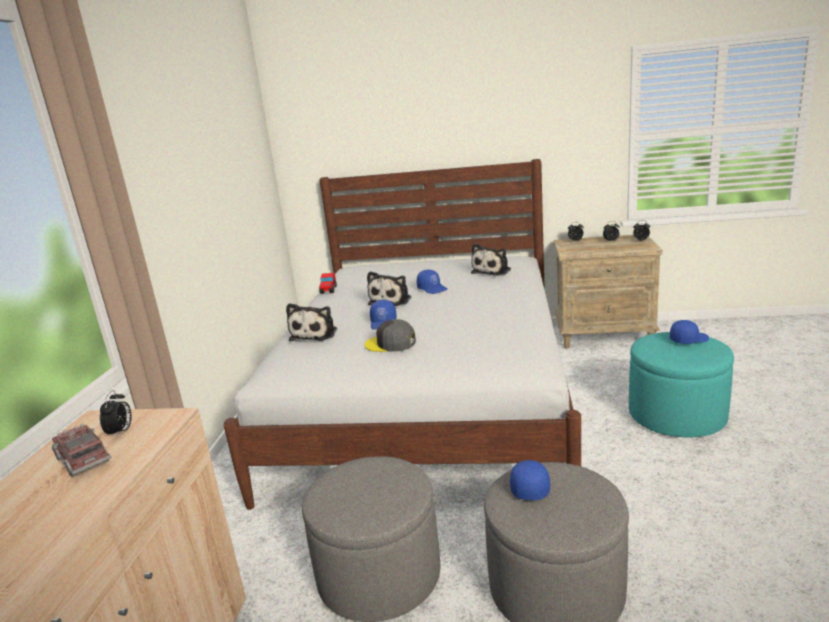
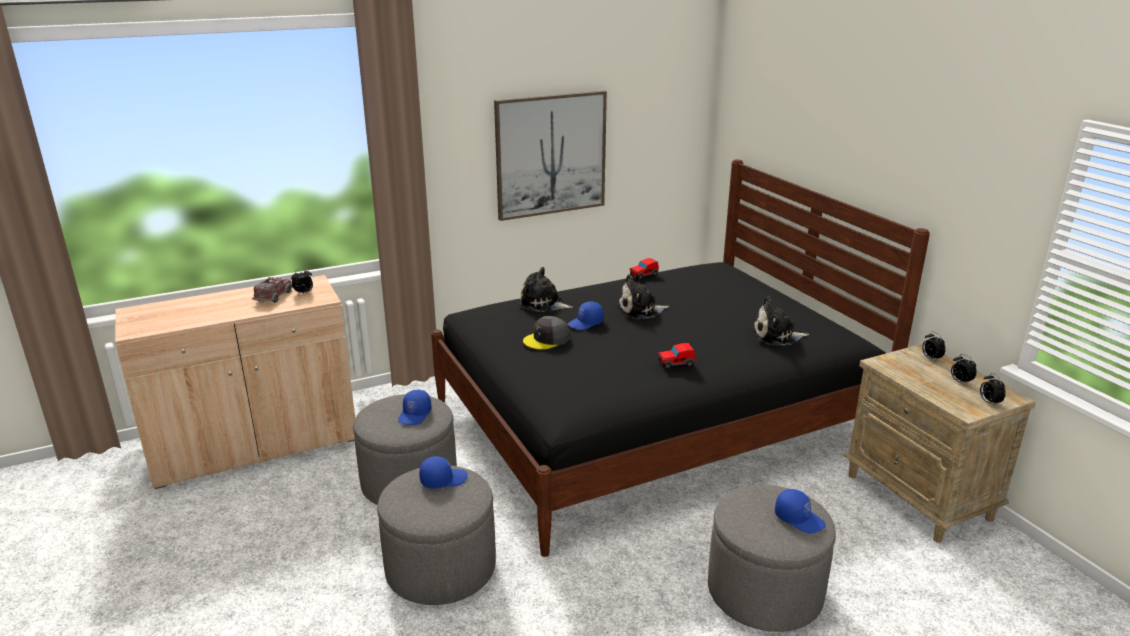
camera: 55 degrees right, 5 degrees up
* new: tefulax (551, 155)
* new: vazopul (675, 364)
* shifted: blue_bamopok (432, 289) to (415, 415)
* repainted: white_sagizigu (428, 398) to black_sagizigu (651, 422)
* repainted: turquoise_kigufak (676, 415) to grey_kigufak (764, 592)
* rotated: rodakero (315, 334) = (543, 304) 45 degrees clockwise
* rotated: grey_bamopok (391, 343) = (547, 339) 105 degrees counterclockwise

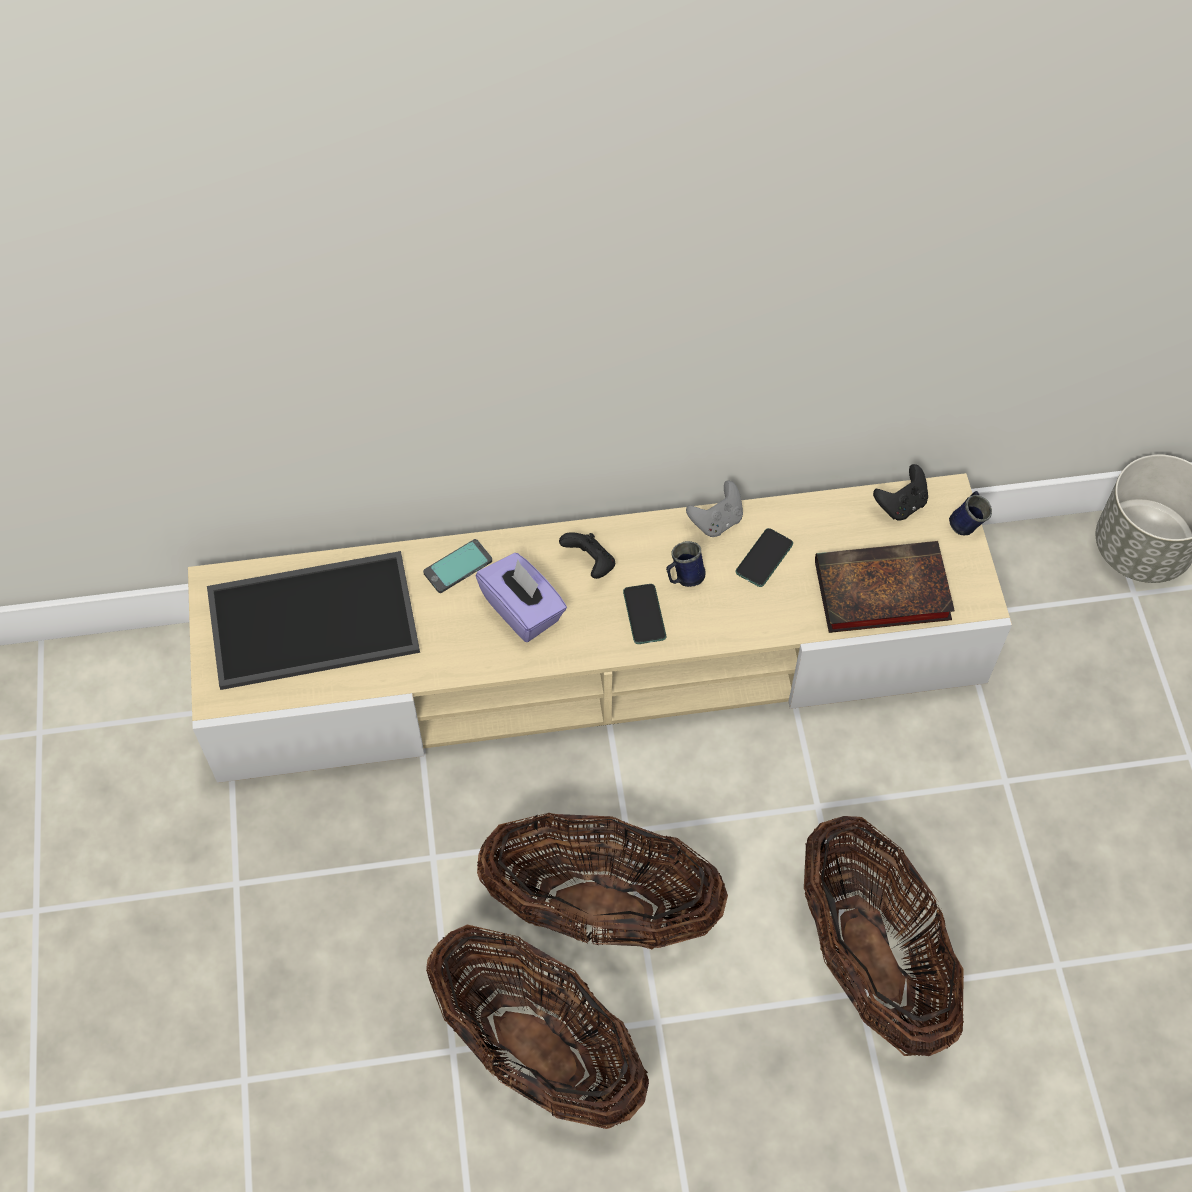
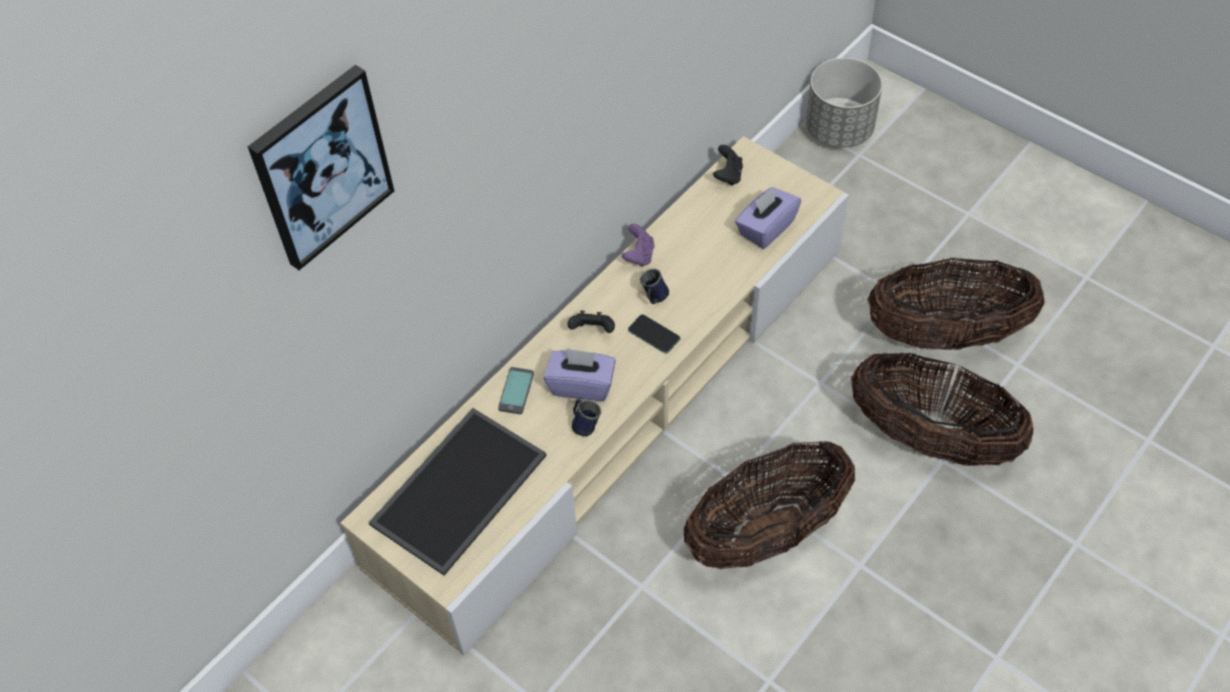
camera: 40 degrees left, 5 degrees down
* gone: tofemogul (764, 558)
* new: tefulax (321, 167)
* shifted: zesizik (538, 1049) to (945, 334)
* shifted: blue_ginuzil (966, 523) to (584, 424)
* swapped: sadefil (878, 592) to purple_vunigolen (766, 228)
* repainted: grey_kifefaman (716, 521) to purple_kifefaman (639, 255)

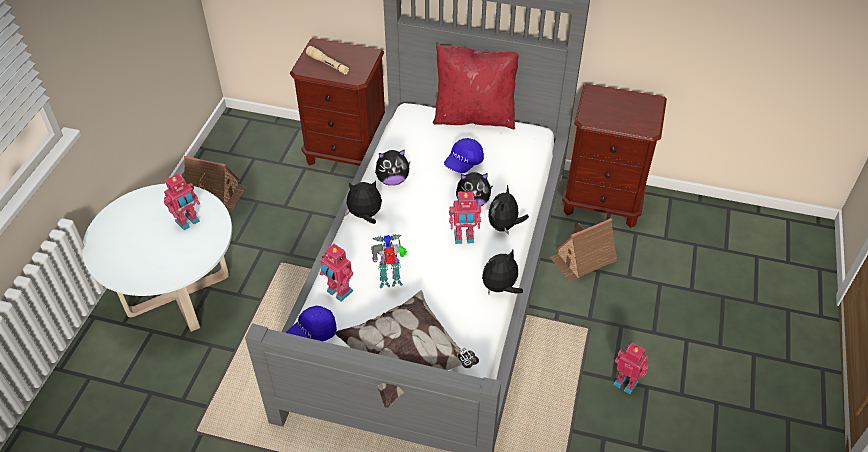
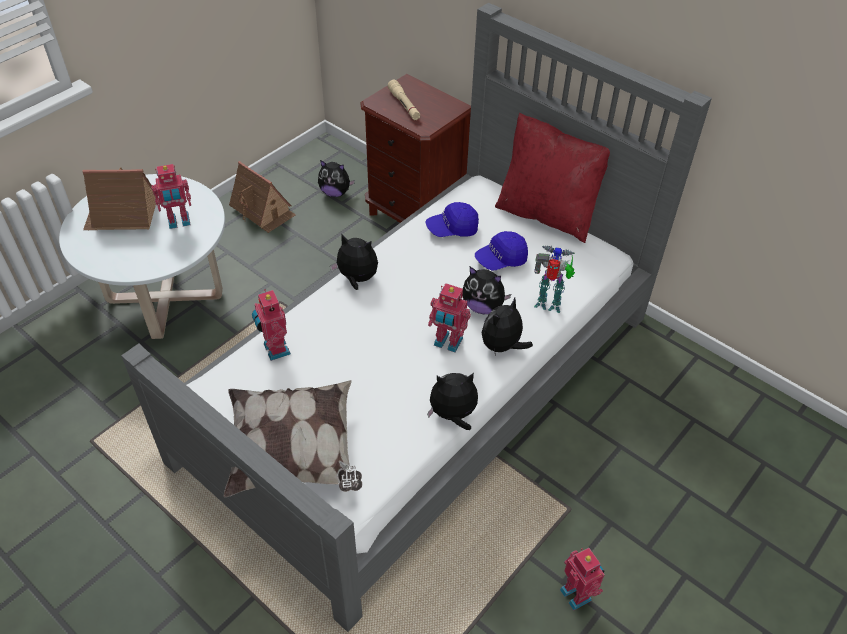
camera: 25 degrees right, 0 degrees up
* gone: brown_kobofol (602, 202)
* shifted: blue_bamopok (312, 334) to (452, 229)
* shifted: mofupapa (391, 281) to (549, 305)
* shifted: rodakero (392, 180) to (335, 192)
* shifted: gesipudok (582, 259) to (122, 215)

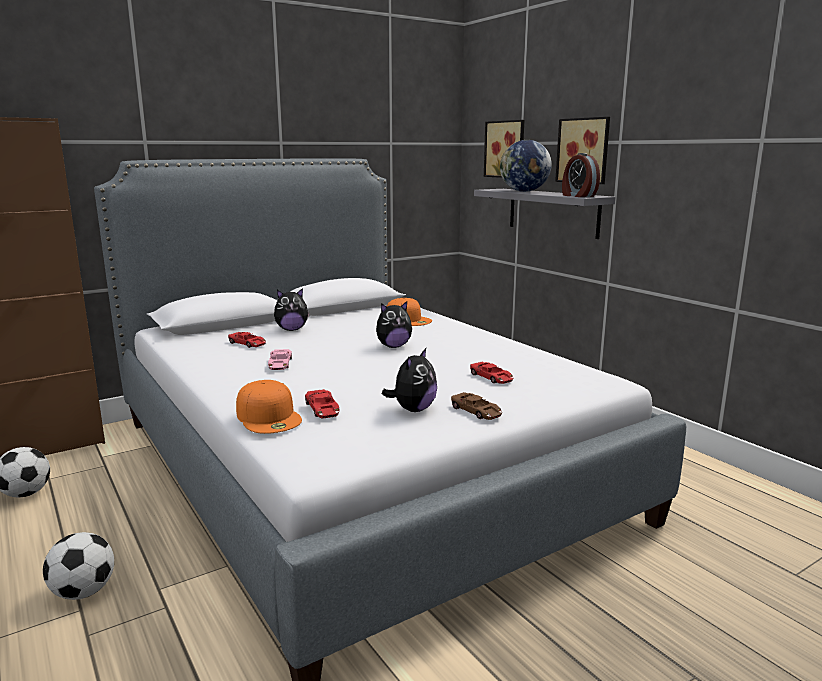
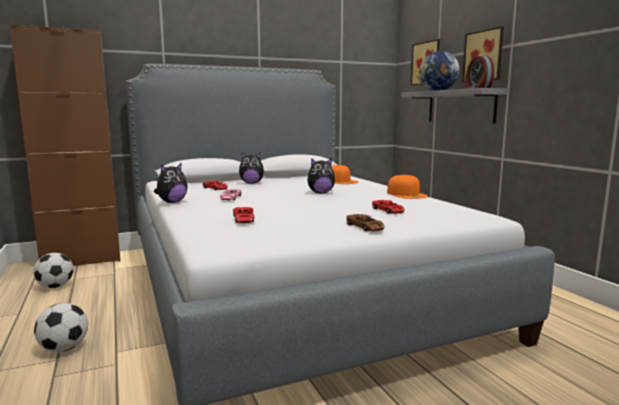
camera: 10 degrees right, 5 degrees down
* shifted: orange_bamopok (269, 417) to (407, 194)
* shifted: rodakero (413, 409) to (172, 202)

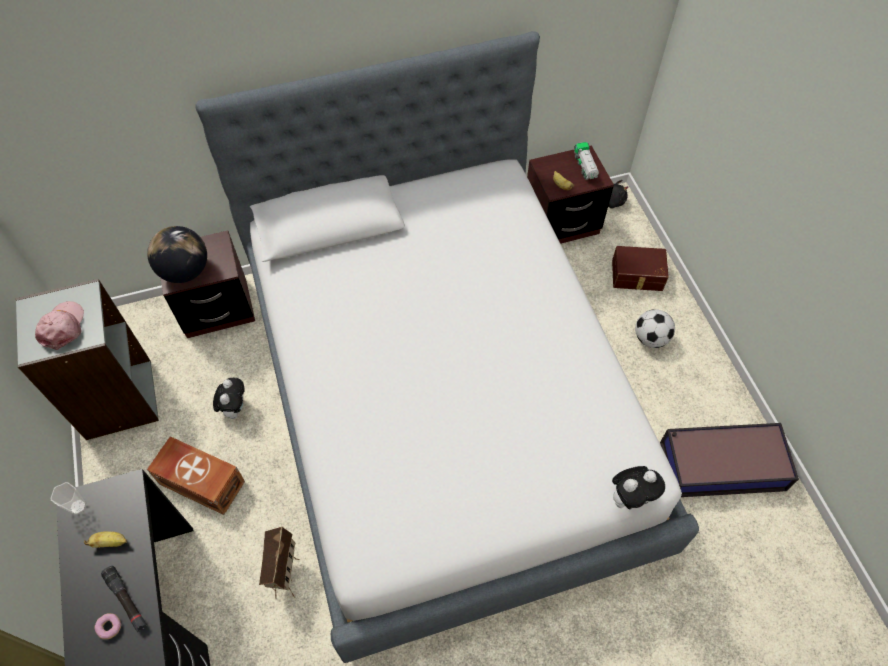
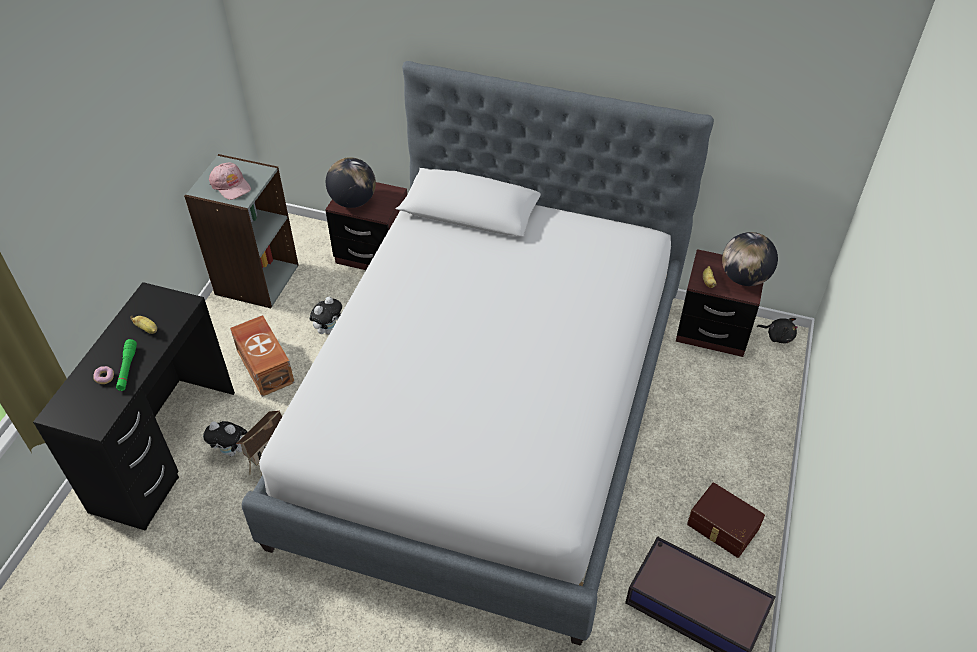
camera: 35 degrees right, 10 degrees down
* gone: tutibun (78, 507)
* gone: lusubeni (650, 338)
* shifted: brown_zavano (637, 276) to (722, 527)
* shifted: rodakero (630, 498) to (232, 451)
* swapped: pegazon (585, 167) to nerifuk (744, 278)
* repainted: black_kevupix (126, 600) to green_kevupix (127, 368)
* rotated: pink_bamopok (63, 327) = (231, 185) 105 degrees clockwise

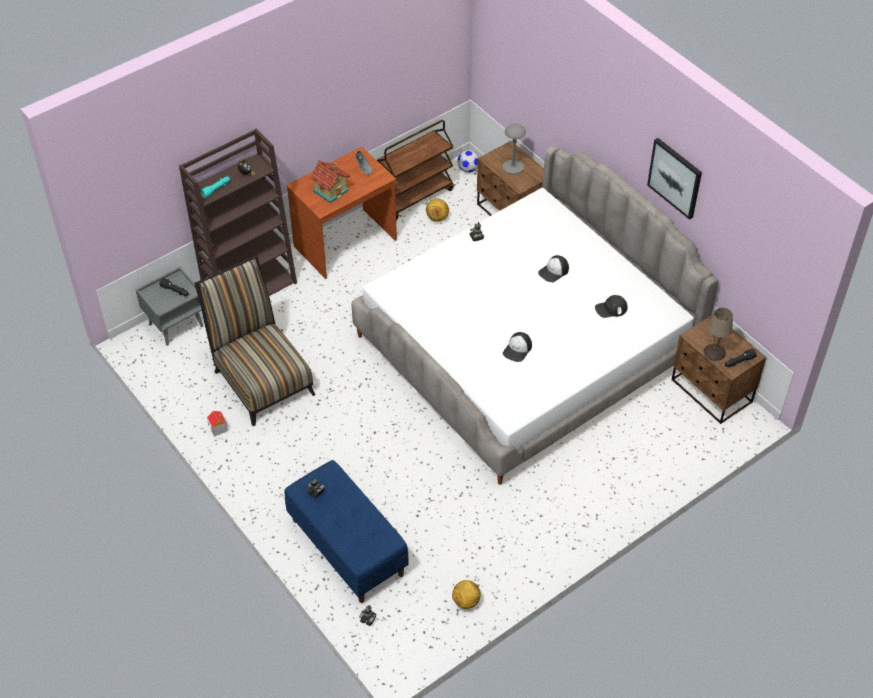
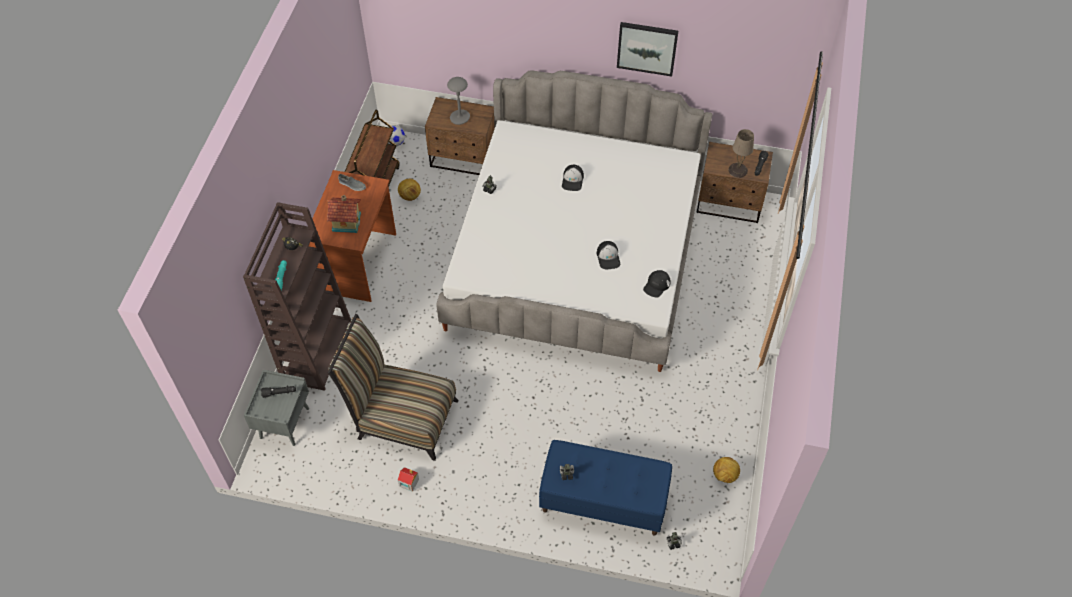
camera: 40 degrees left, 5 degrees up
* shifted: black_bamopok (611, 309) to (656, 285)

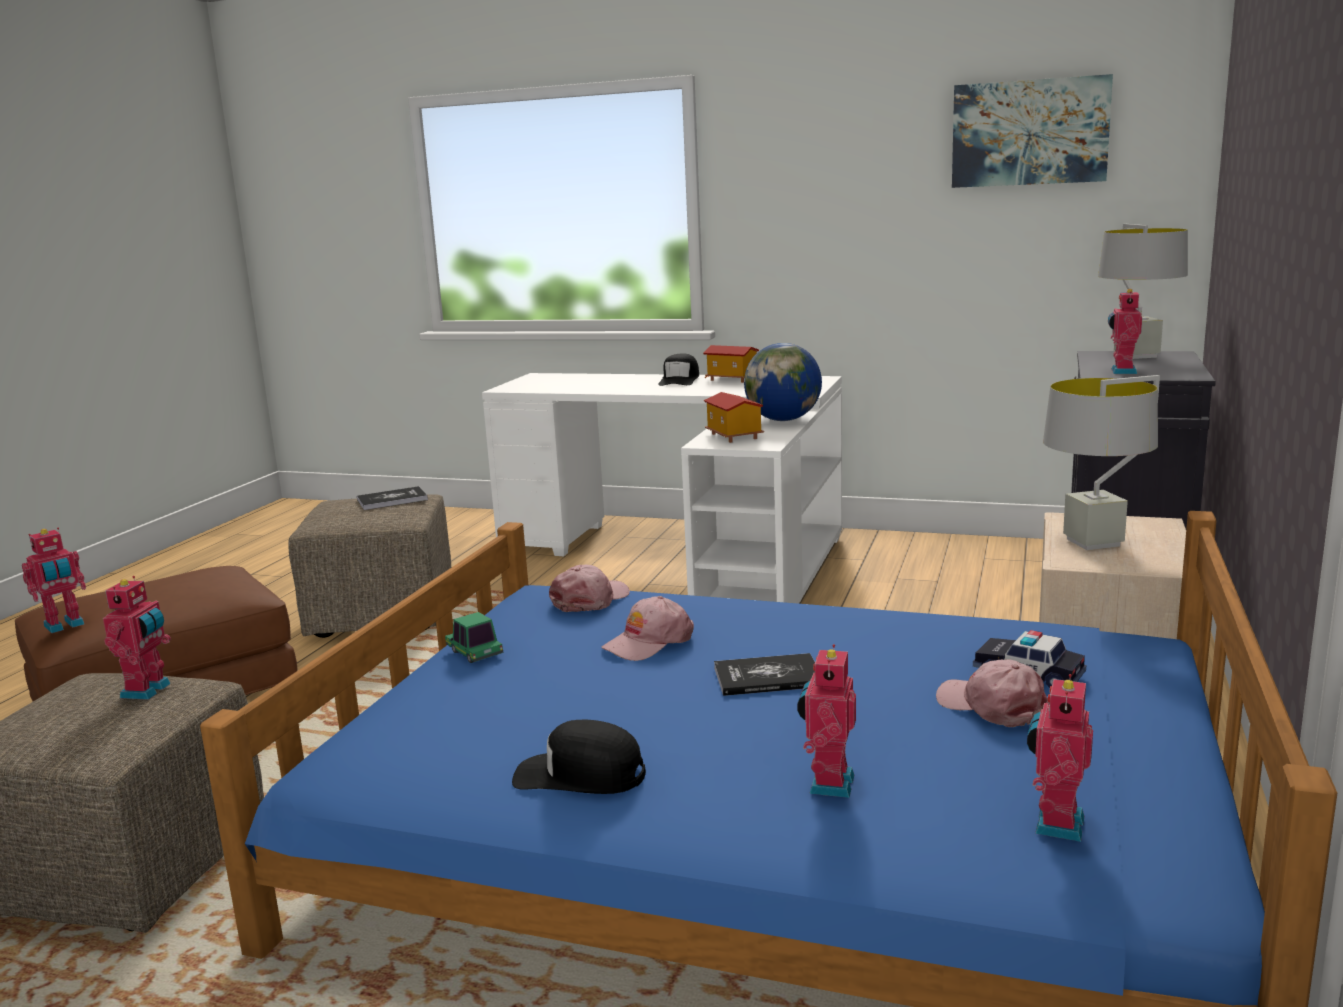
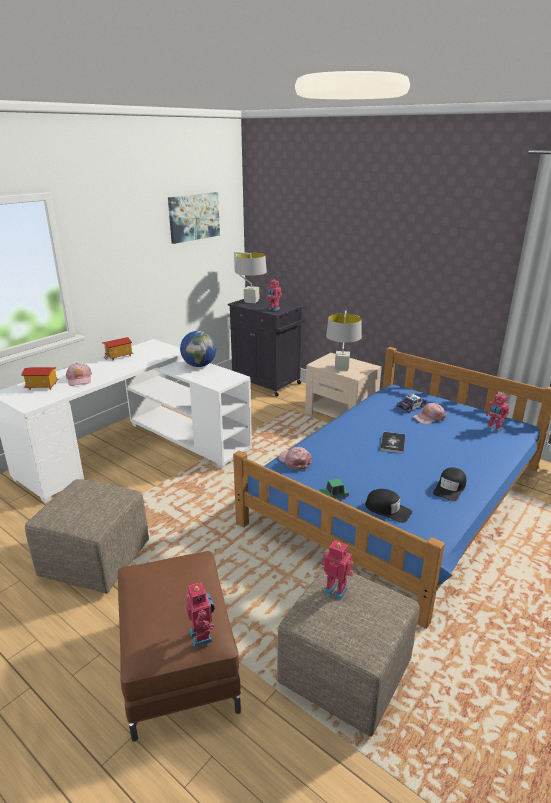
camera: 70 degrees left, 10 degrees up
* gone: sadefil (392, 500)
* gone: mofupapa (827, 783)
* shifted: pink_bamopok (648, 642) to (79, 379)
* shifted: black_bamopok (679, 380) to (388, 509)
* shifted: gesipudok (733, 436) to (41, 386)

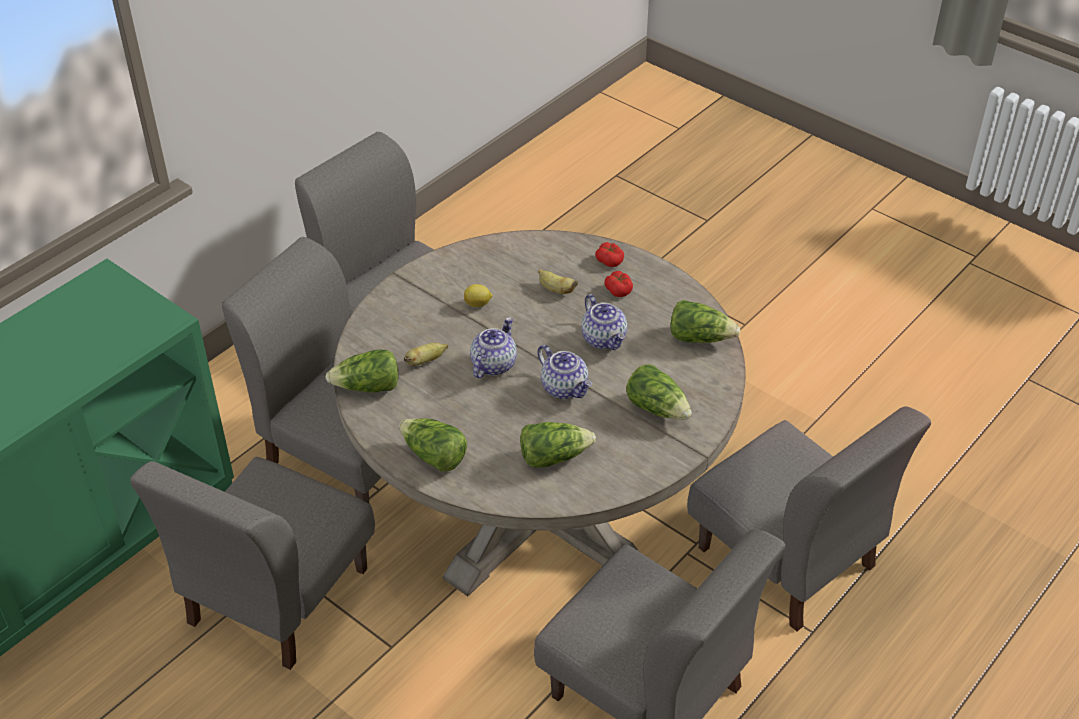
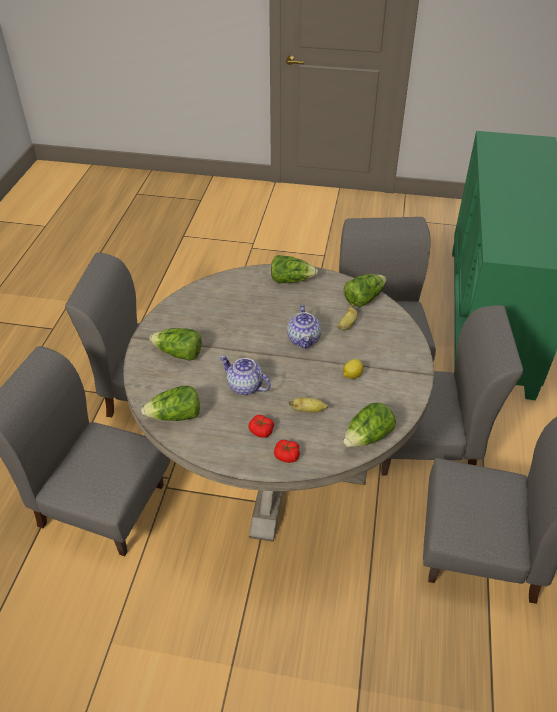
camera: 150 degrees right, 0 degrees up
* gone: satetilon (565, 388)
* shifted: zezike (553, 456) to (368, 437)

